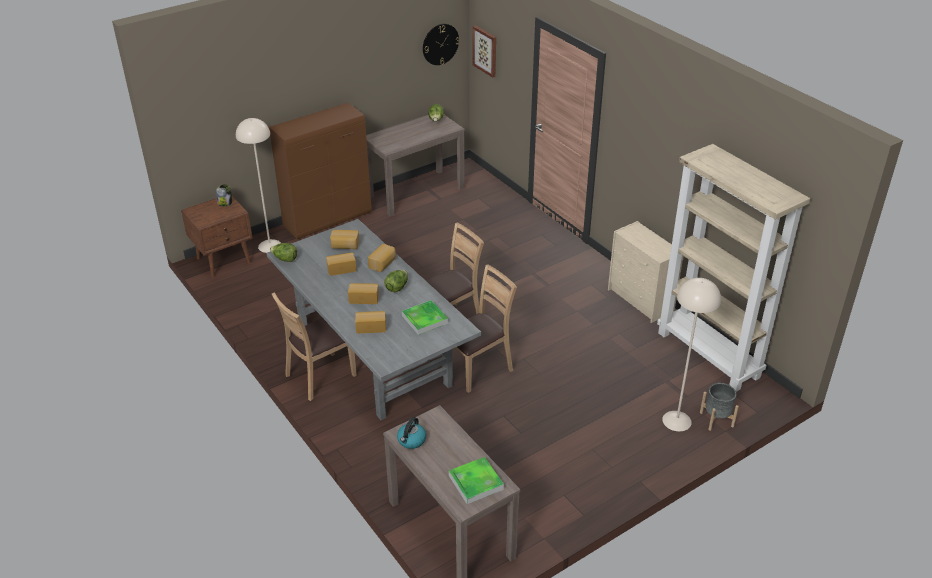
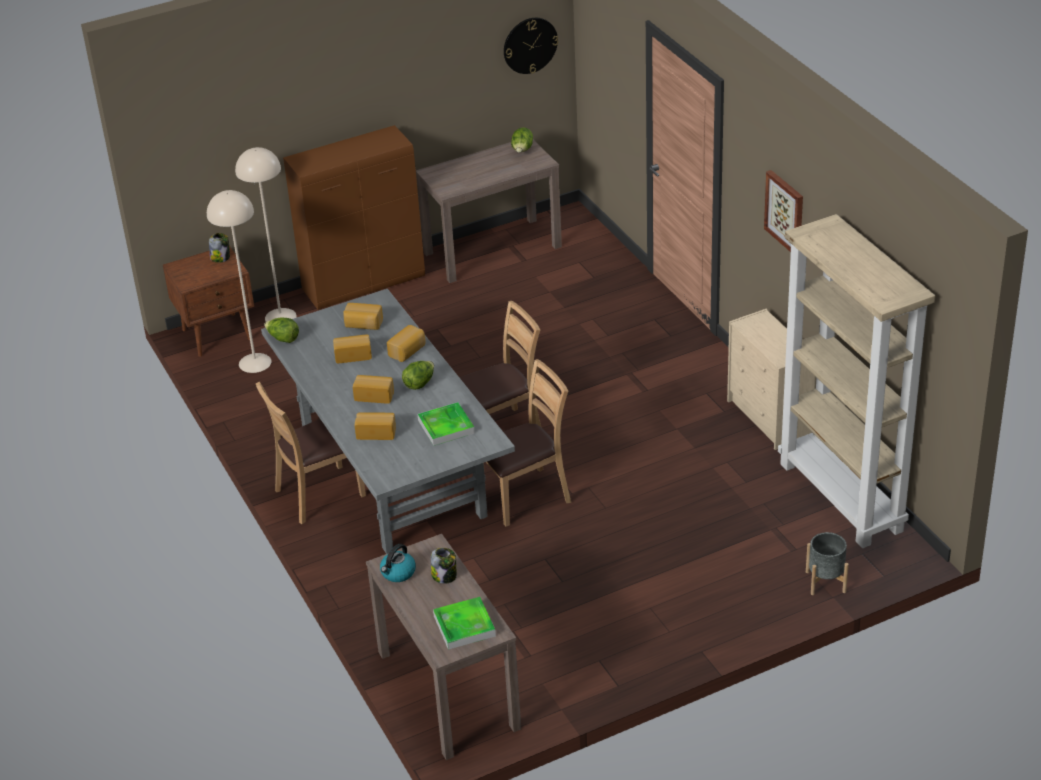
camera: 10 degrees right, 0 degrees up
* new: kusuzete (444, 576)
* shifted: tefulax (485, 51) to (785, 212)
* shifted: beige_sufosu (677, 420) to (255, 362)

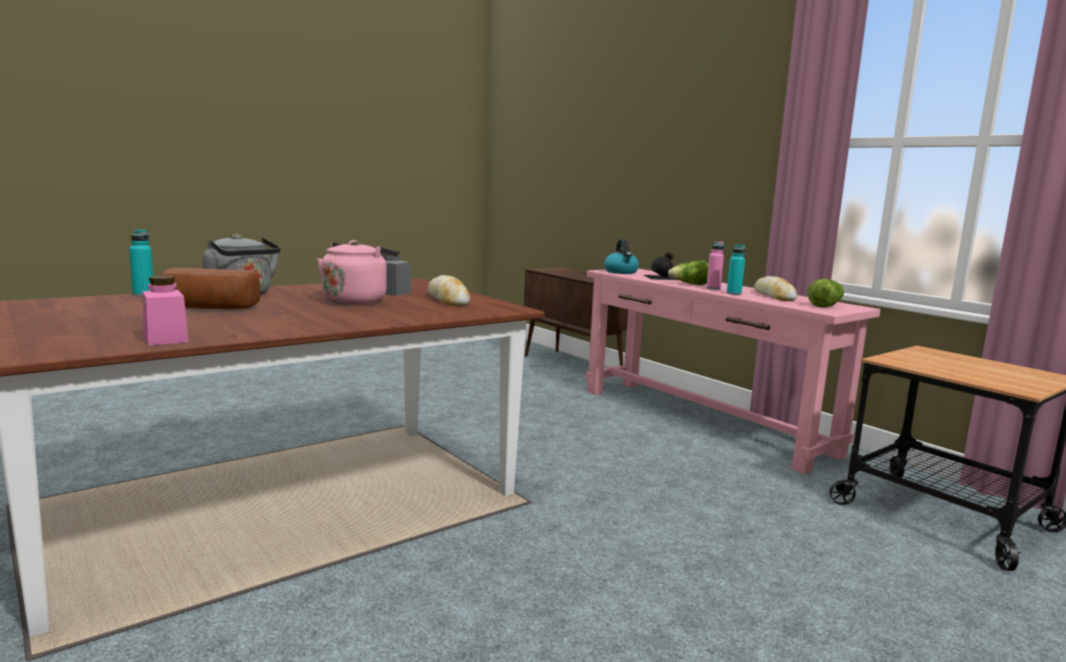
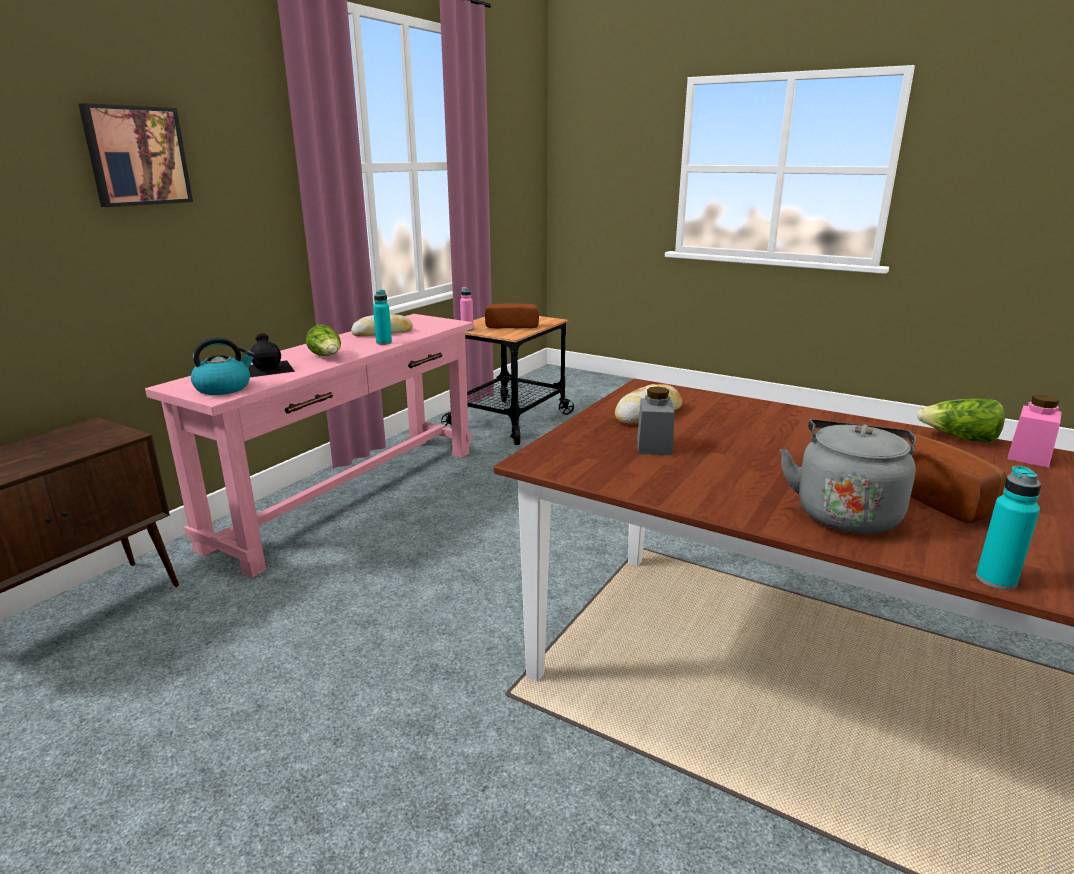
camera: 110 degrees left, 10 degrees up
* gone: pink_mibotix (356, 300)
* new: tefulax (136, 156)
* new: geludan (512, 326)
* shifted: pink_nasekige (713, 288) to (467, 329)
* shifted: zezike (825, 305) to (959, 438)

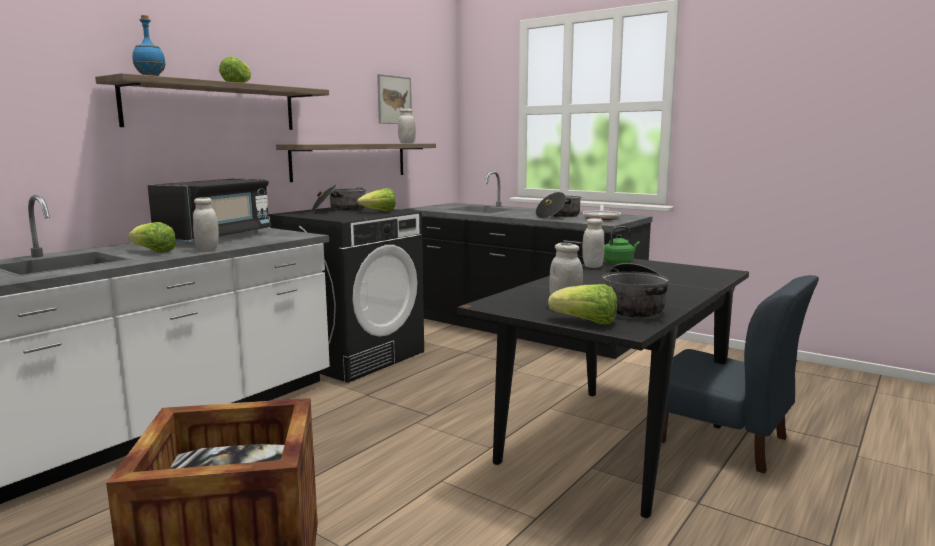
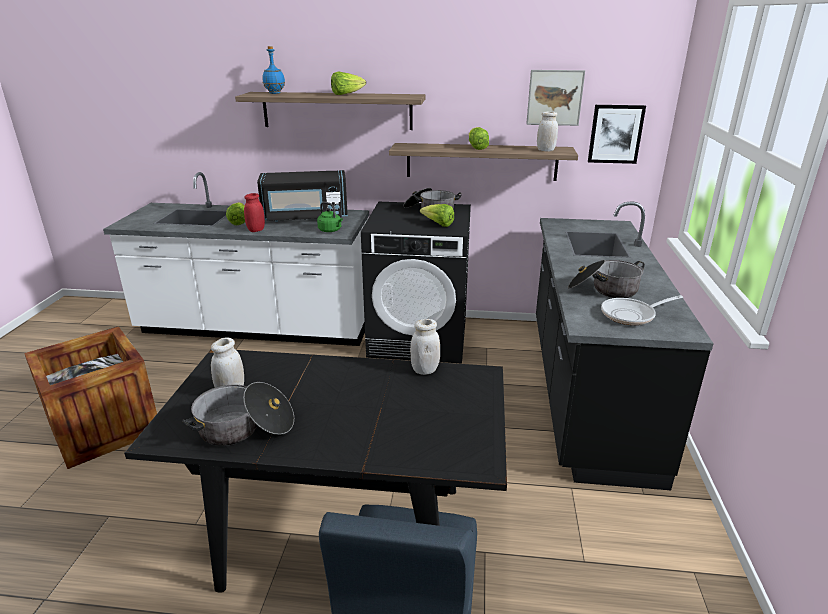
camera: 60 degrees right, 15 degrees up
* new: tefulax (615, 134)
* shifted: zezike (586, 322) to (476, 147)
* shifted: green_mibotix (619, 263) to (331, 230)
* repainted: white_kusuzete (207, 249) to red_kusuzete (256, 230)

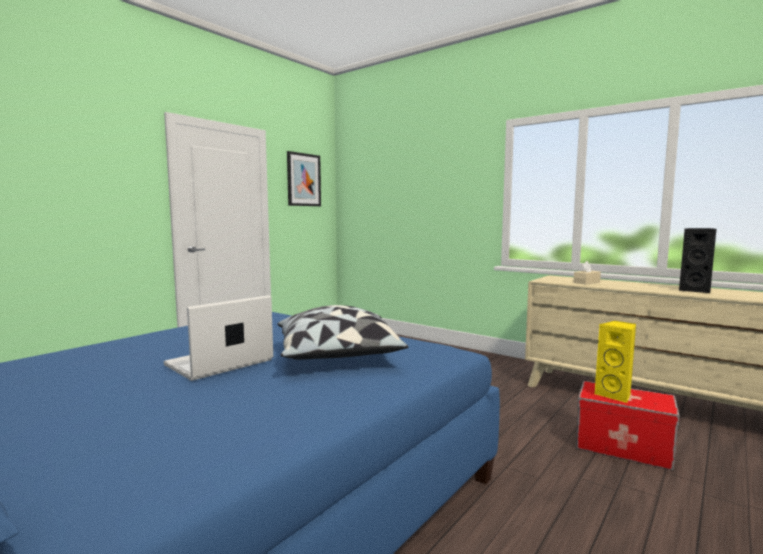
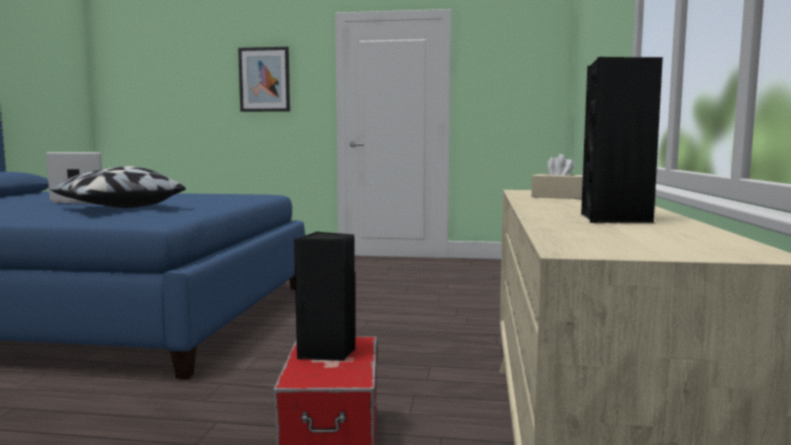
camera: 60 degrees right, 0 degrees up
* shifted: tefulax (303, 180) to (264, 79)
* repainted: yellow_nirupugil (615, 395) to black_nirupugil (327, 353)

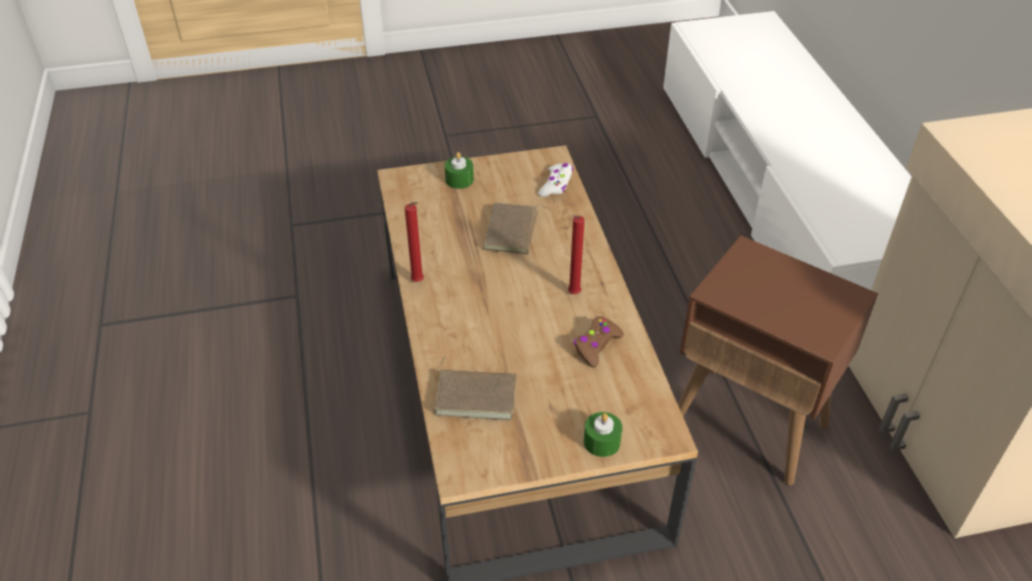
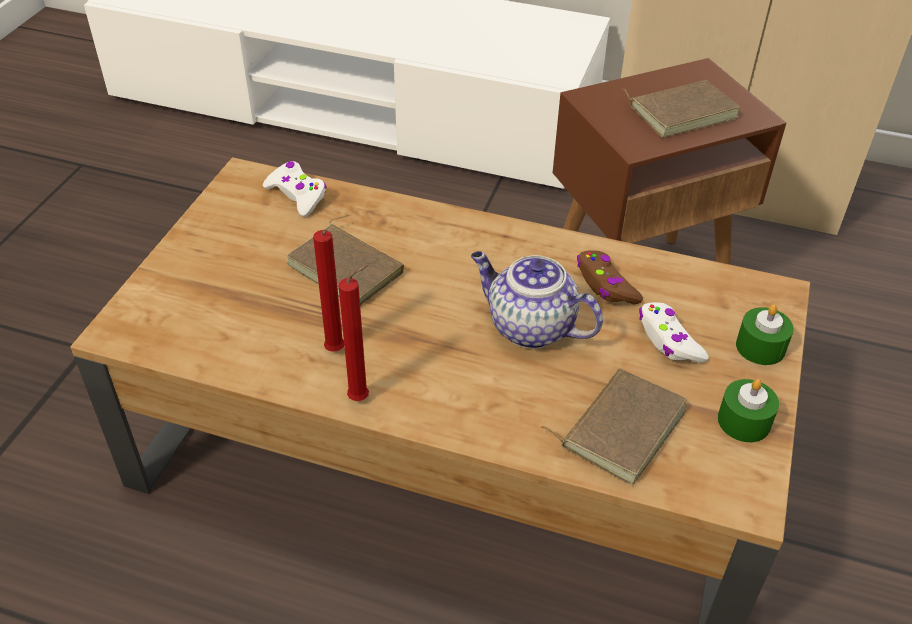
camera: 60 degrees left, 0 degrees up
* new: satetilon (529, 327)
* new: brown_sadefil (681, 111)
* new: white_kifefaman (668, 340)
* shifted: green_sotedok (459, 180) to (744, 421)
* shifted: red_sotedok (572, 294) to (335, 352)

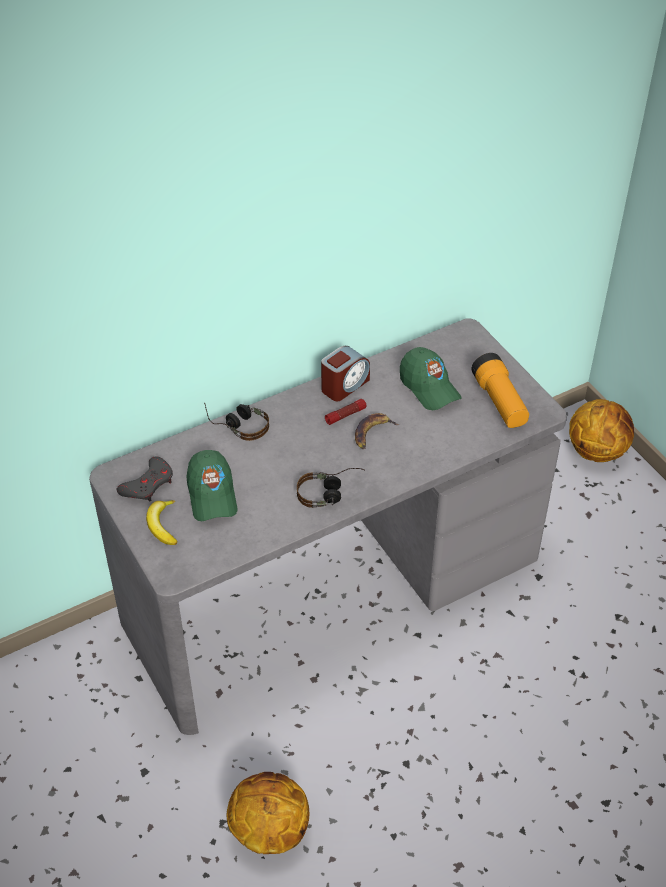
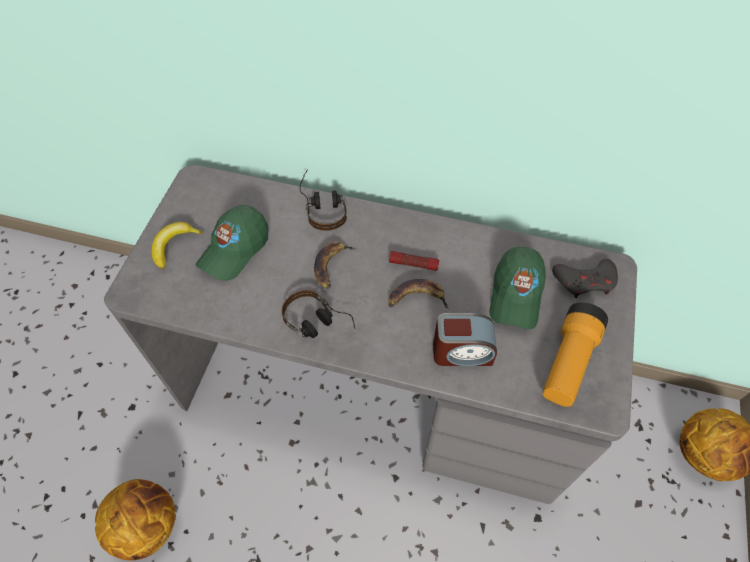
camera: 45 degrees right, 10 degrees up
* new: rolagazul (332, 266)
* shifted: grey_kifefaman (148, 484) to (585, 281)
* shifted: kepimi (344, 385) to (462, 352)

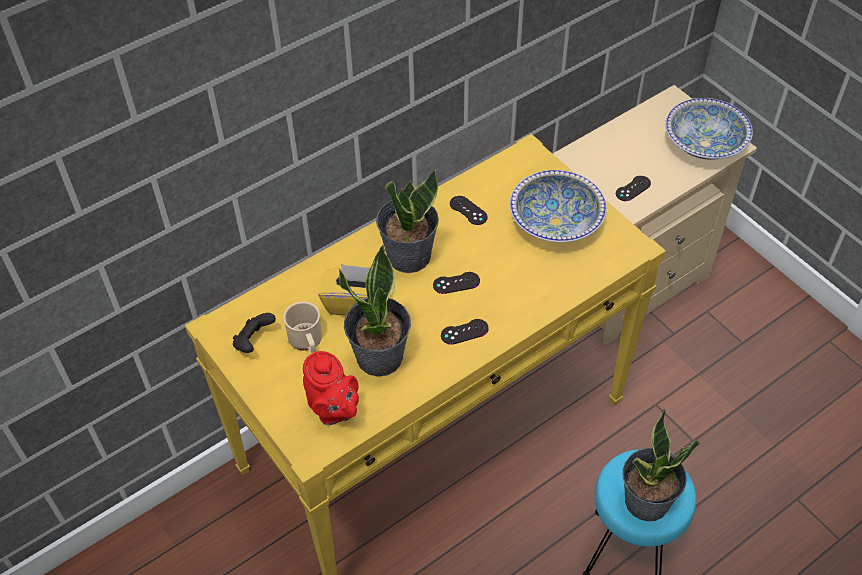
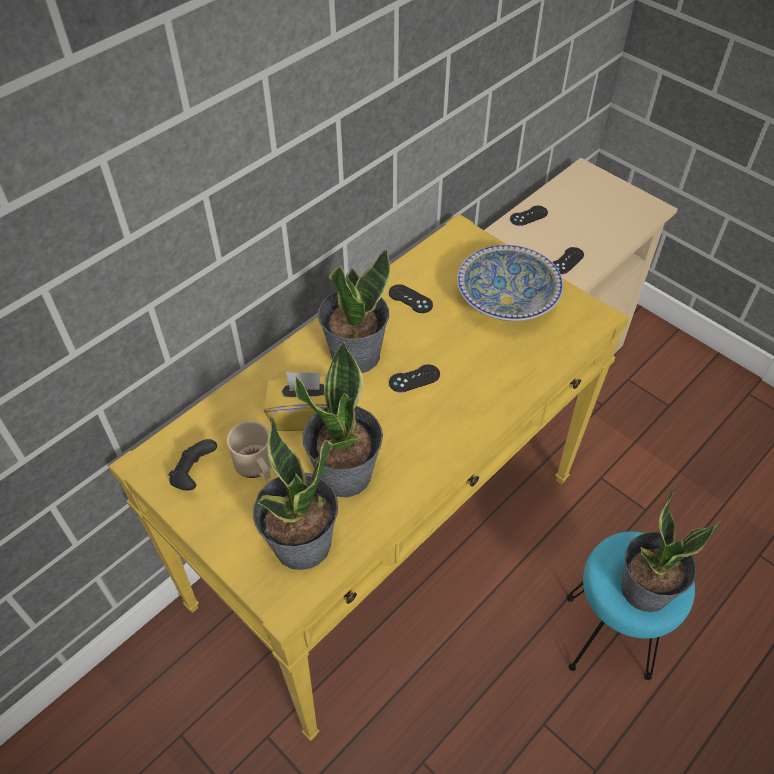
camera: 10 degrees left, 0 degrees up
* gone: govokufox (704, 144)
* shifted: black_kifefaman (464, 332) to (528, 216)
* swapped: red_satetilon (333, 409) to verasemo (302, 545)

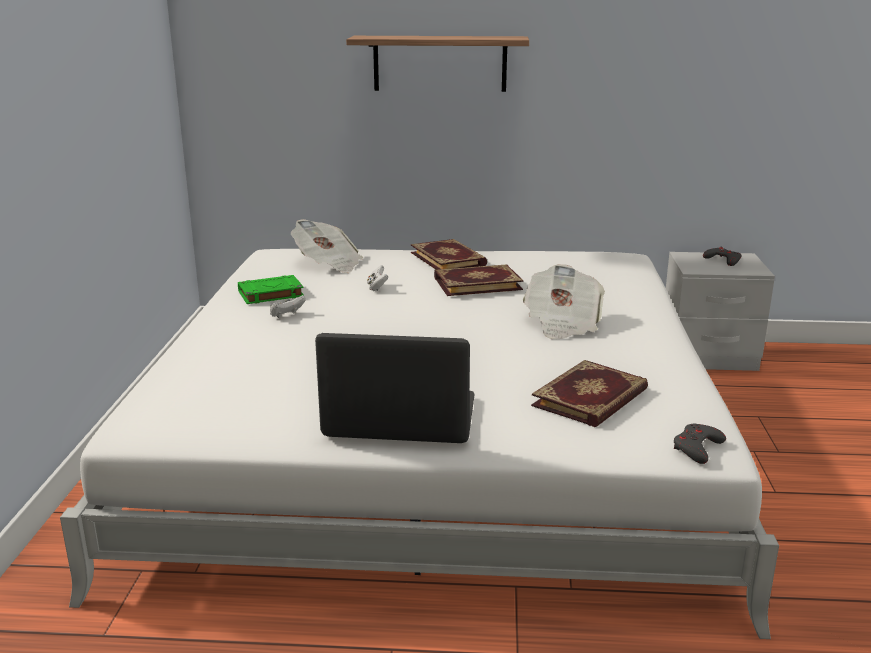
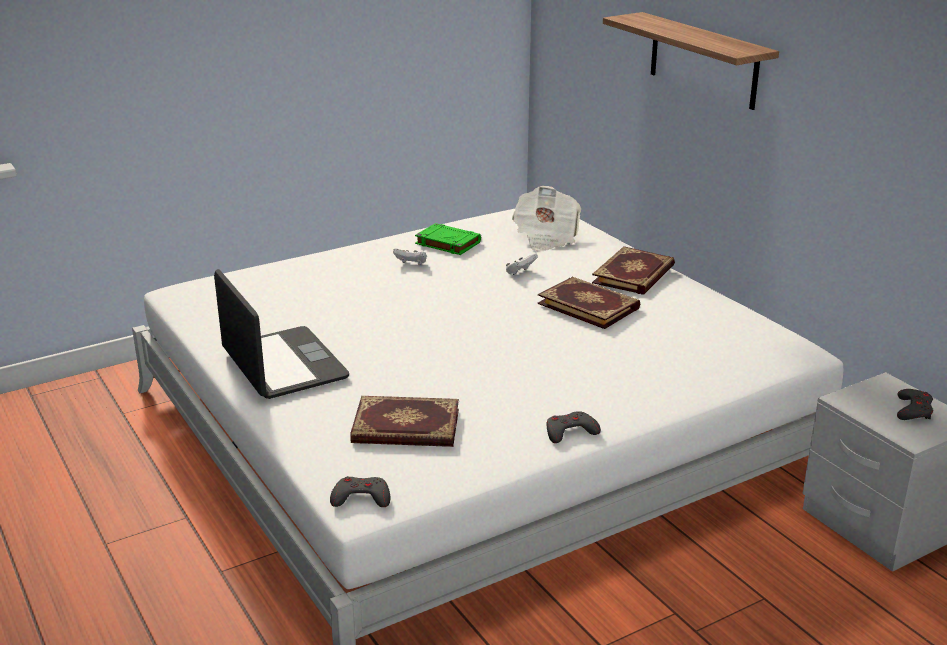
camera: 55 degrees right, 5 degrees up
* gone: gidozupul (562, 323)
* new: grey_kifefaman (570, 432)

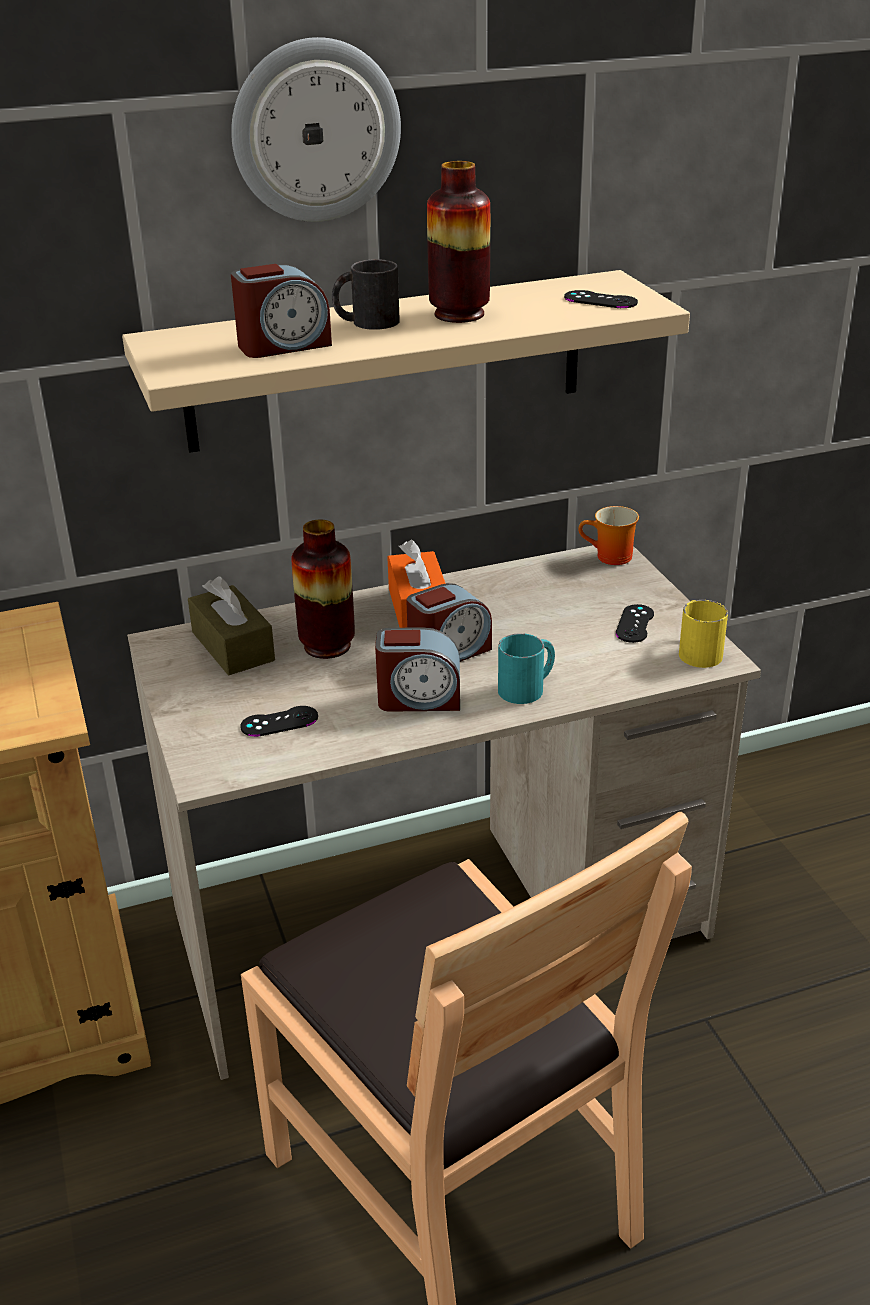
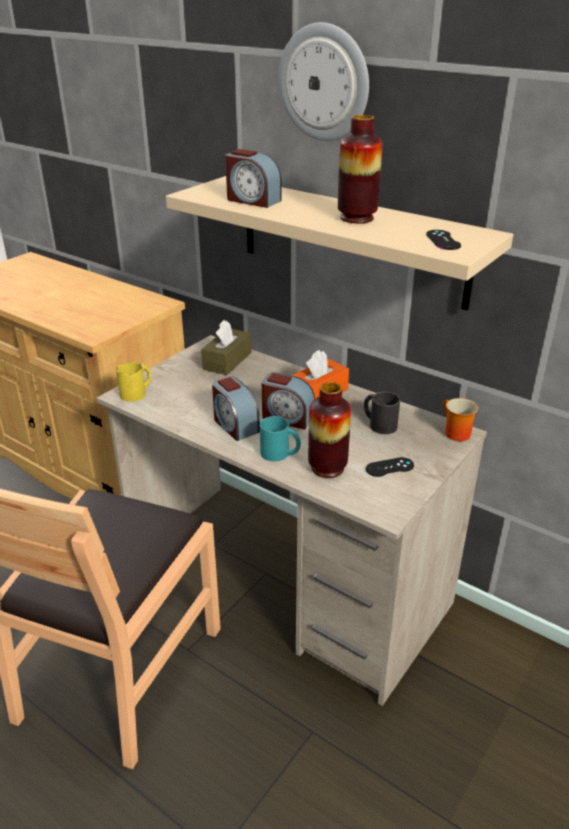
camera: 55 degrees right, 0 degrees up
* gone: black_kifefaman (279, 722)
* shifted: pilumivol (327, 646) to (327, 468)
* shifted: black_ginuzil (366, 322) to (378, 424)
* shifted: yellow_ginuzil (697, 650) to (137, 392)

